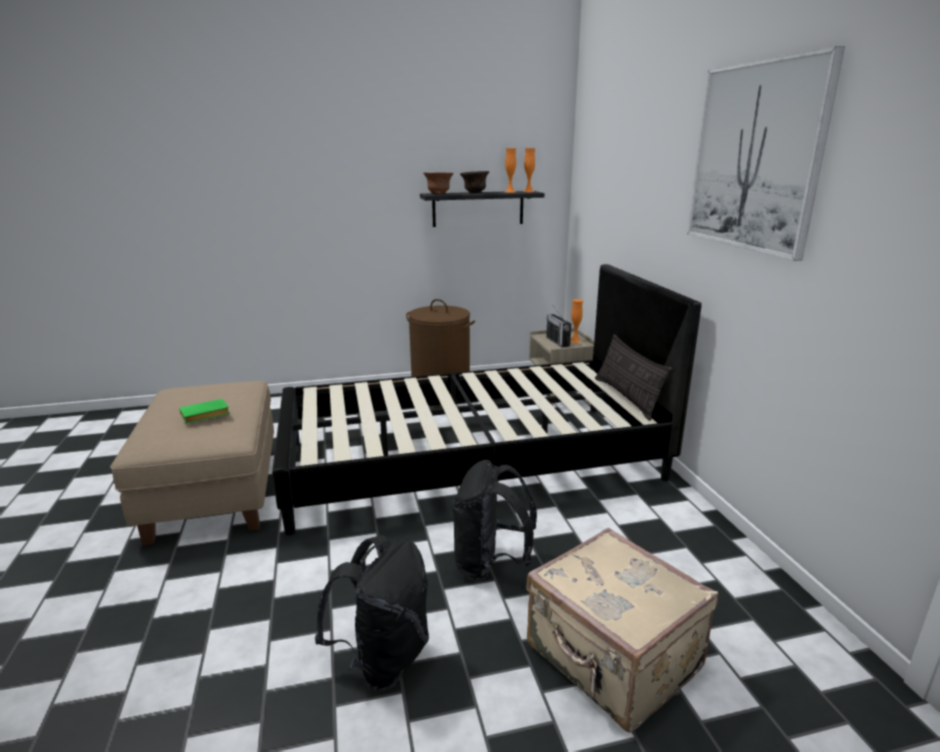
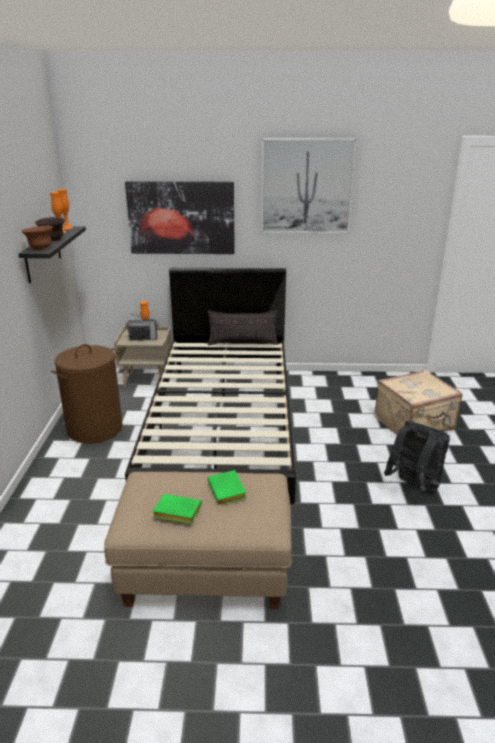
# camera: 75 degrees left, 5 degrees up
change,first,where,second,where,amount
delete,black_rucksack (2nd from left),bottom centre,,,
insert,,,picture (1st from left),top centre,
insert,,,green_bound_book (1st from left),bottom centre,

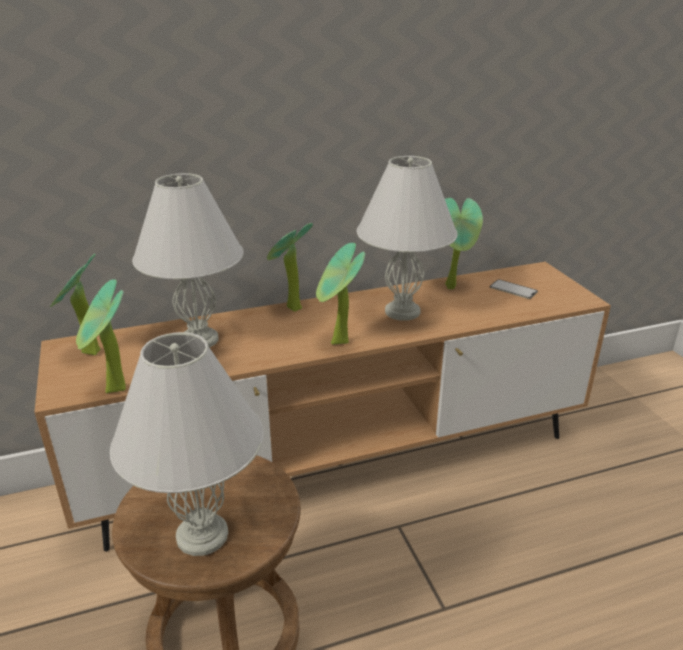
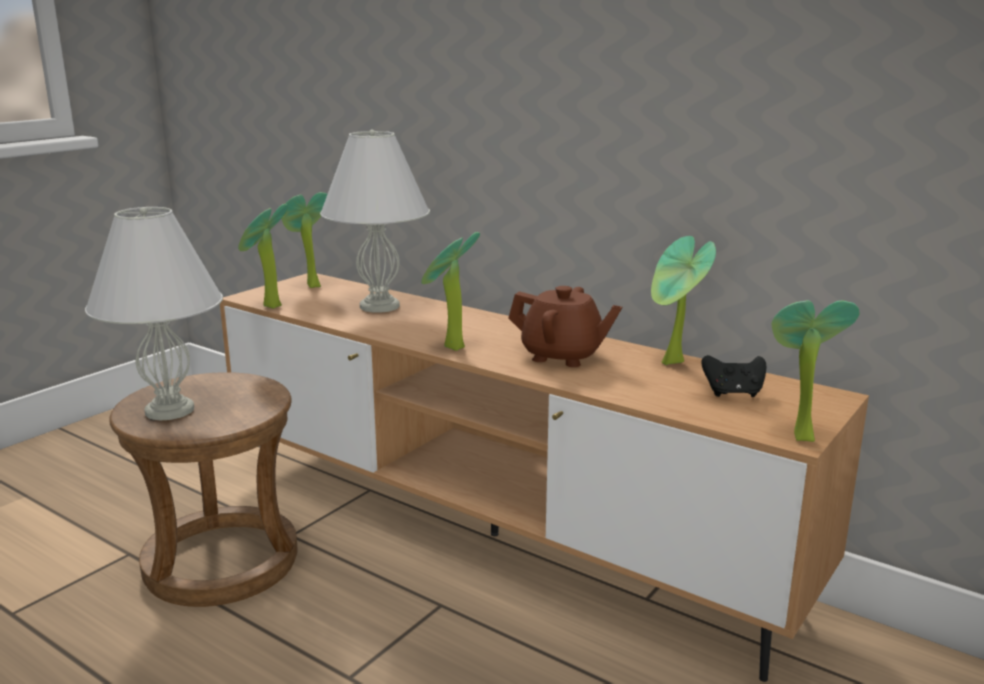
# camera: 55 degrees right, 10 degrees down
change,first,where,second,where,amount
move,plant_in_a_pot (3rd from left in the first image),centre,plant_in_a_pot (5th from left),middle right,
replace,white-coloured_tabletop_lamp (3rd from left),centre,brown-coloured_teapot,centre,
replace,handset,middle right,black_game_controller,middle right,

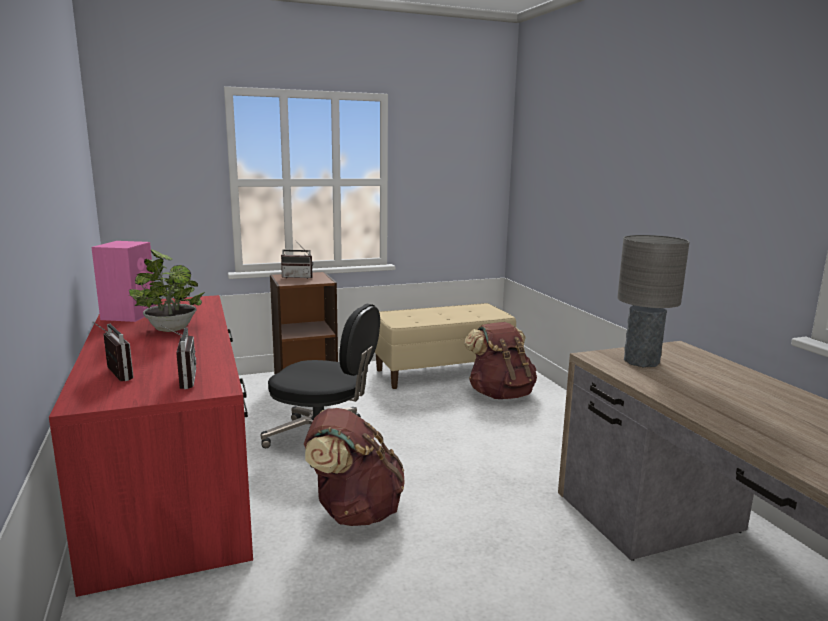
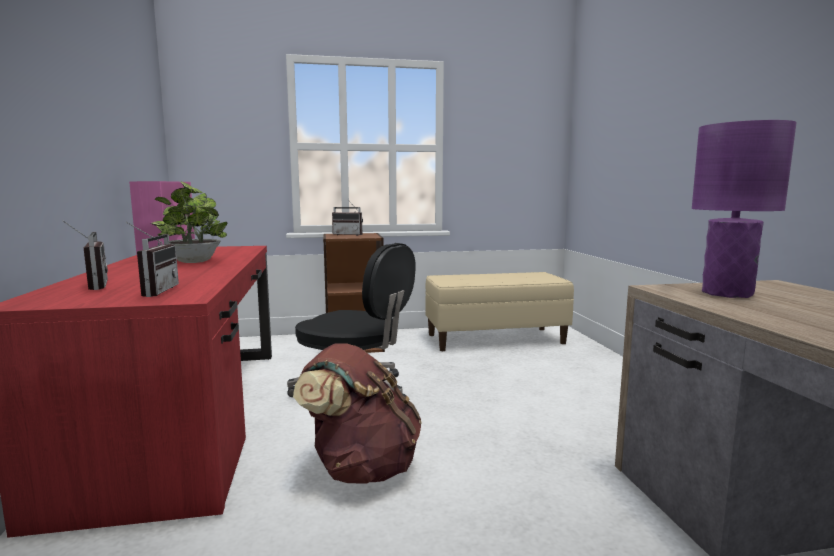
# camera: 10 degrees right, 5 degrees down
change,first,where,second,where,amount
delete,brown-coloured_rucksack (2nd from left),centre,,,
recolor,grey_tabletop_lamp,middle right,purple_tabletop_lamp,middle right,

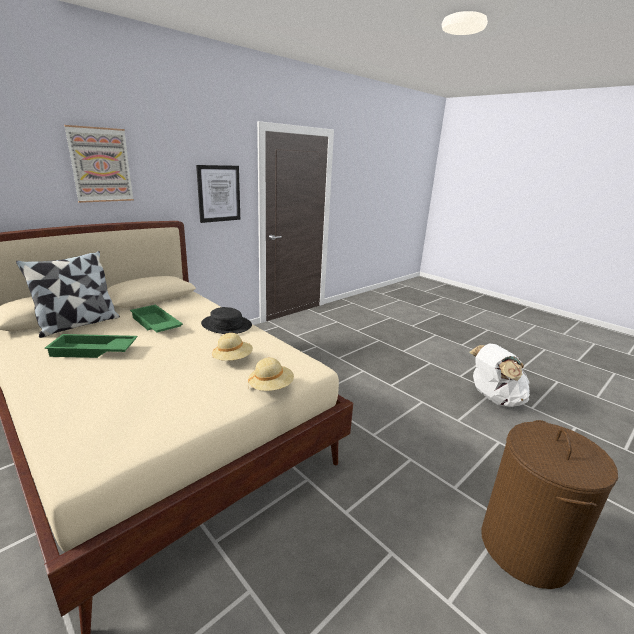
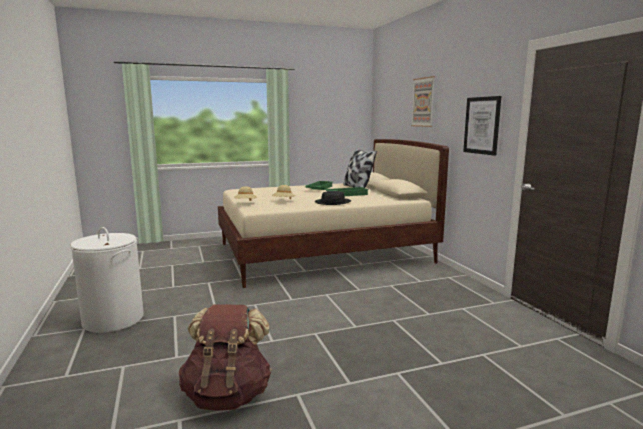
# camera: 115 degrees right, 10 degrees down
change,first,where,second,where,amount
recolor,white-coloured_rucksack,middle right,brown-coloured_rucksack,bottom centre,
recolor,brown-coloured_laundry_basket,bottom right,white-coloured_laundry_basket,middle left,

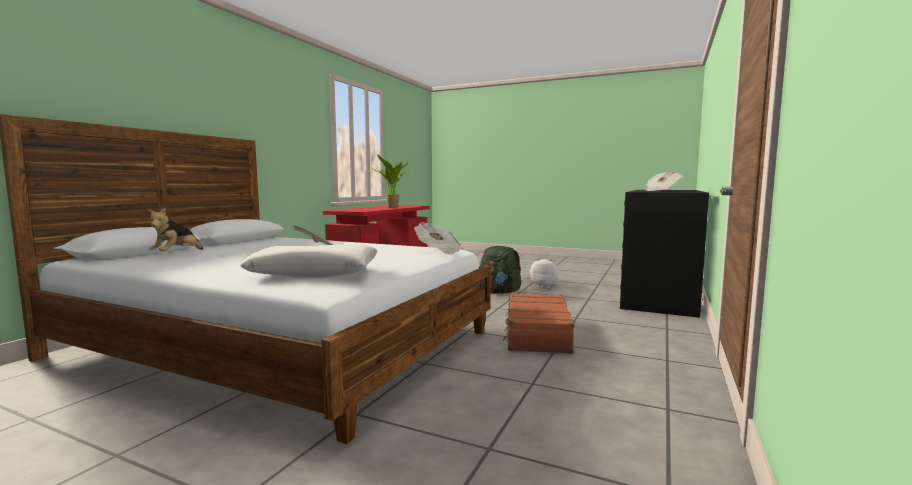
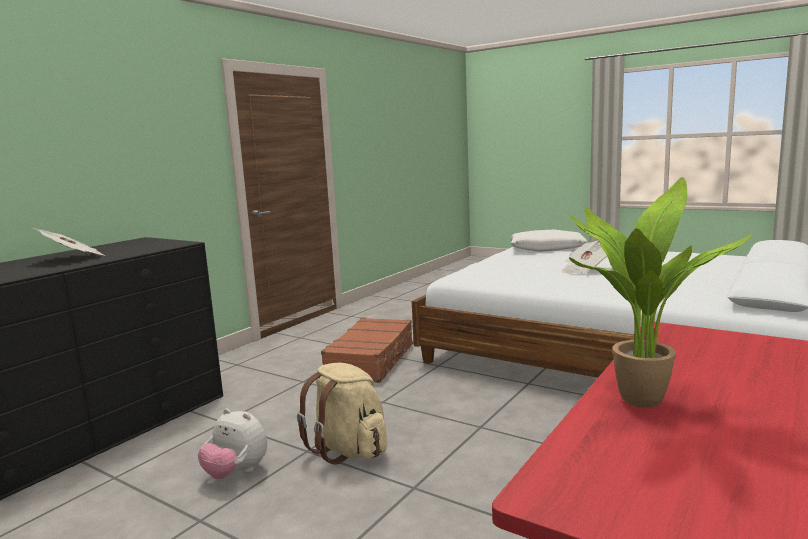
# camera: 170 degrees left, 5 degrees up
change,first,where,second,where,amount
delete,plush_toy (1st from left),middle left,,,
delete,printed_paper (2nd from left),centre,,,
recolor,green_rucksack,centre,beige_rucksack,bottom centre,

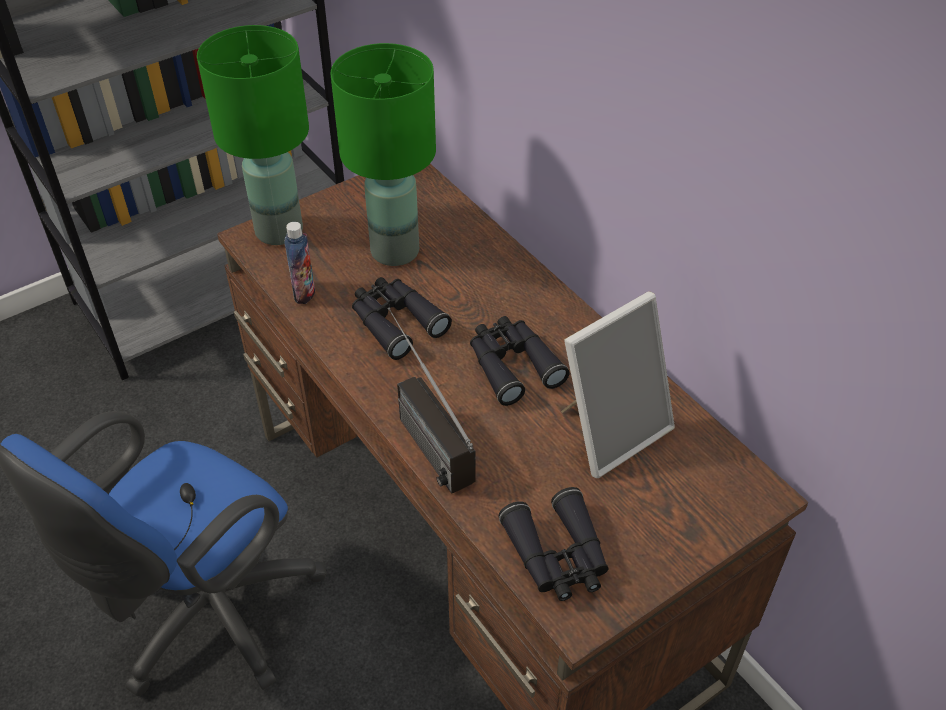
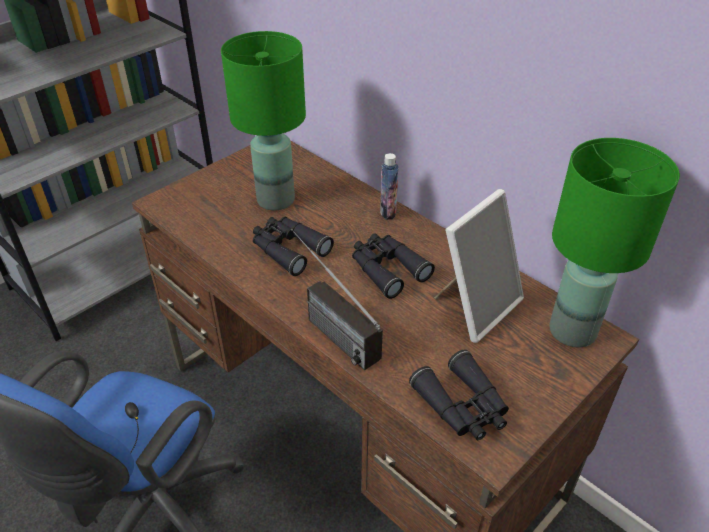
# camera: 10 degrees left, 5 degrees down
change,first,where,second,where,amount
move,green_tabletop_lamp (1st from left in the first image),top left,green_tabletop_lamp (2nd from left),middle right,
move,drink_bottle,middle left,,centre,

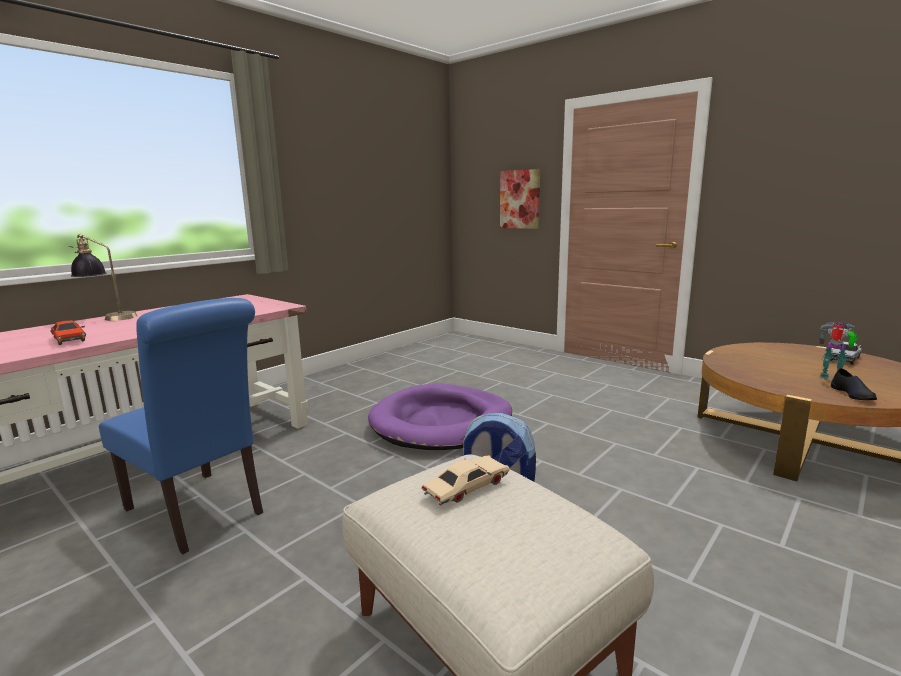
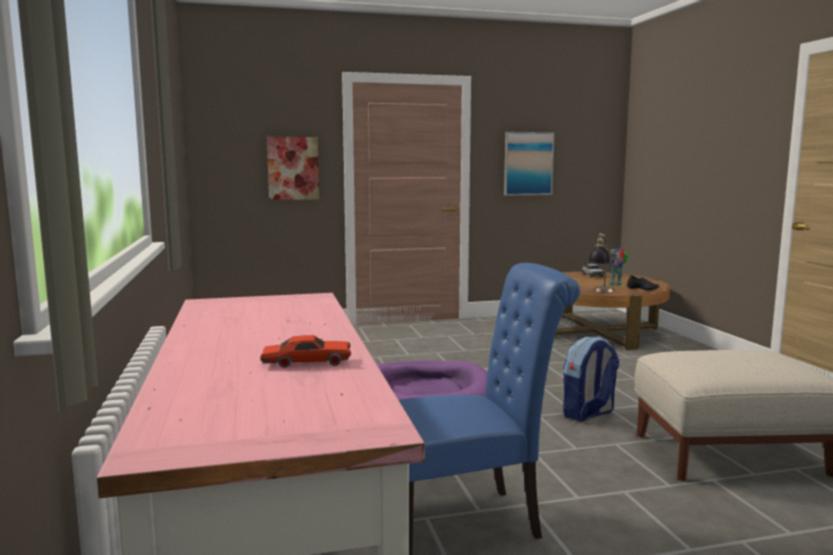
# camera: 55 degrees left, 5 degrees down
change,first,where,second,where,amount
delete,beige_model_car,bottom centre,,,
insert,,,picture (2nd from left),top centre,
move,tabletop_lamp,middle left,,middle right,

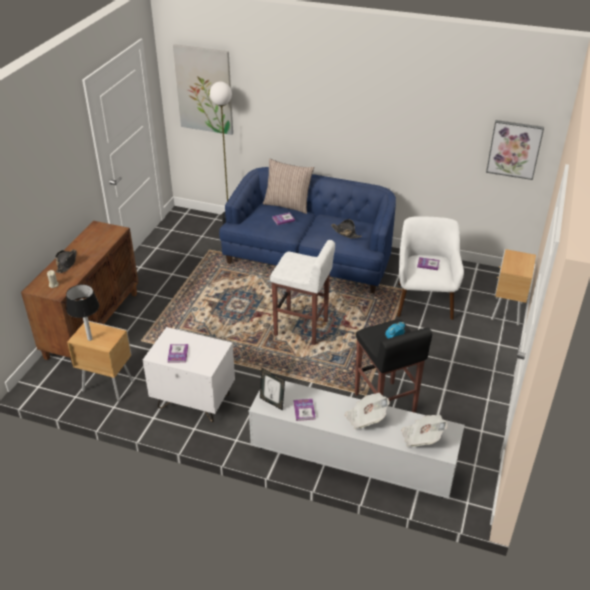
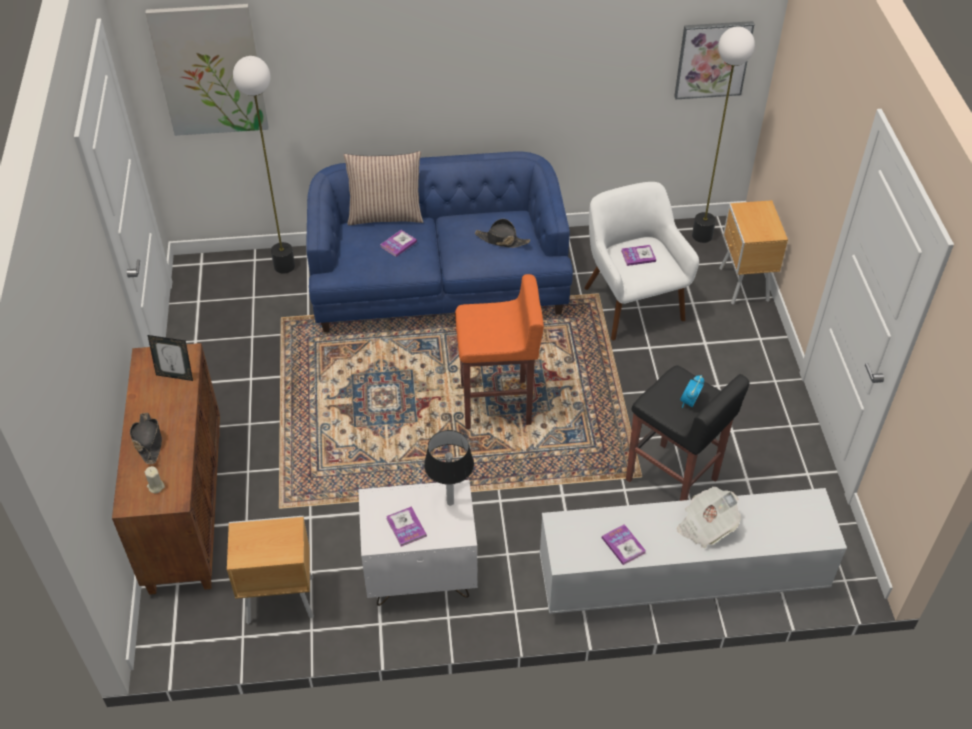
# camera: 25 degrees left, 10 degrees up
change,first,where,second,where,amount
delete,printed_paper (2nd from left),bottom right,,,
insert,,,floor_lamp (2nd from left),top right,
move,tabletop_lamp,middle left,,centre,
move,standing_frame,centre,,middle left,
recolor,white-coloured_stool,centre,orangey_stool,centre,

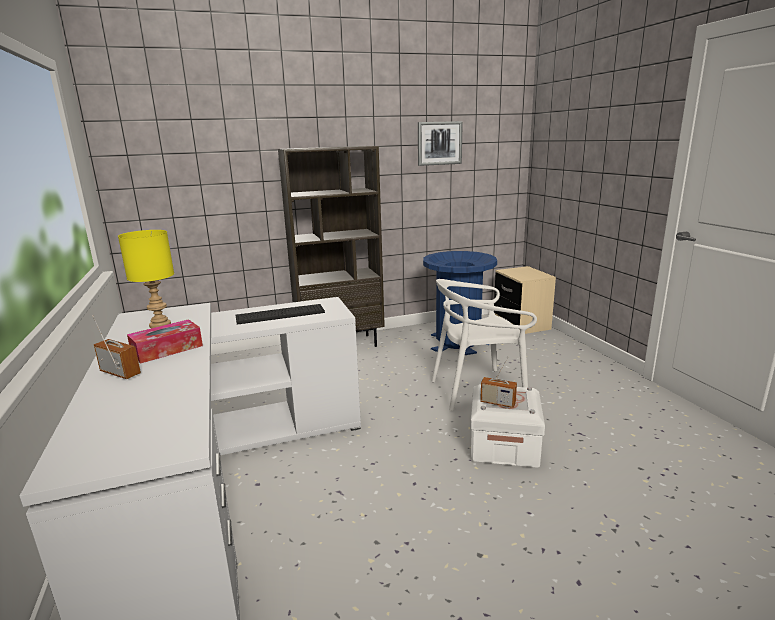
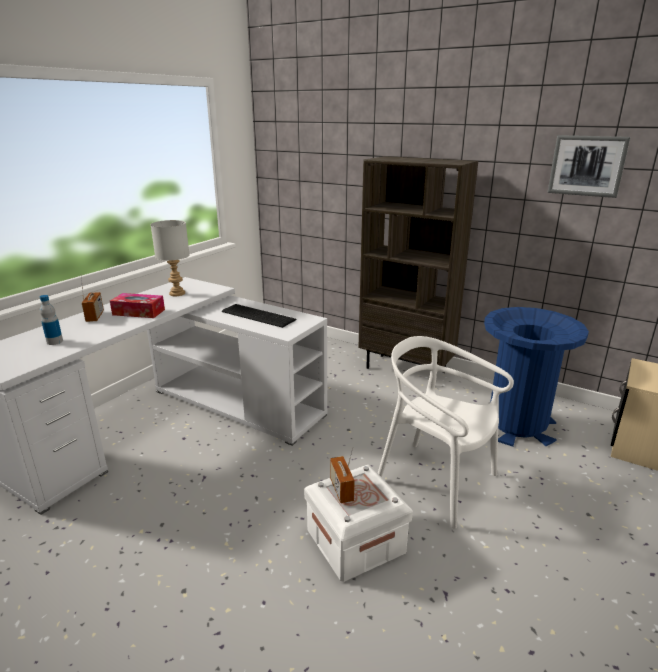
# camera: 50 degrees right, 5 degrees up
change,first,where,second,where,amount
insert,,,drink_bottle,middle left,
recolor,yellowish_tabletop_lamp,middle left,grey_tabletop_lamp,middle left,

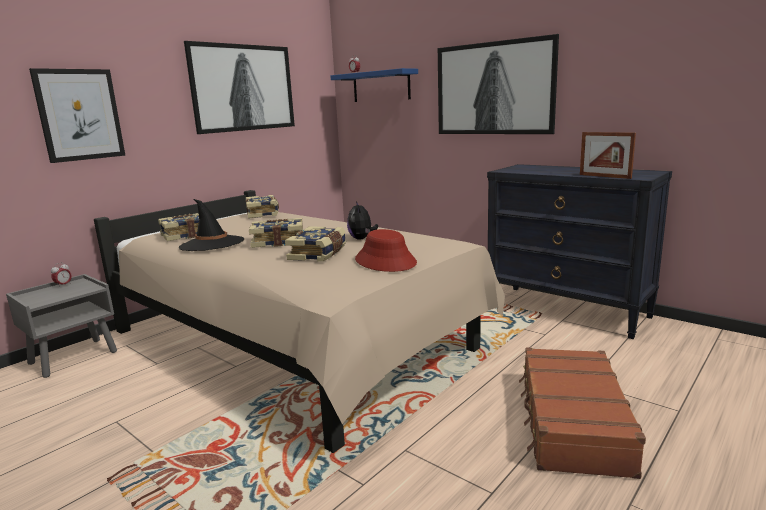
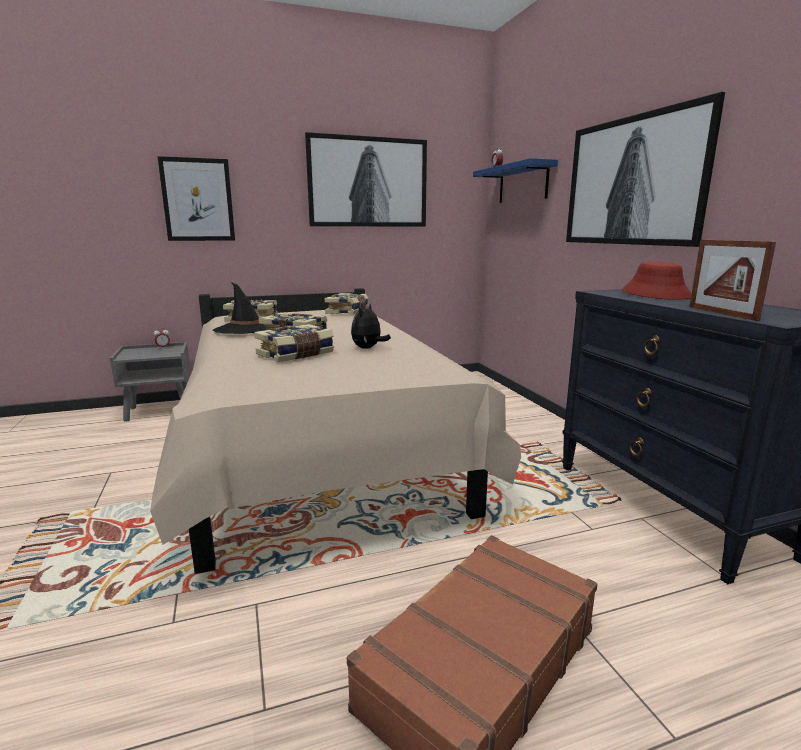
# camera: 30 degrees right, 0 degrees up
change,first,where,second,where,amount
move,red-coloured_hat,centre,,middle right,

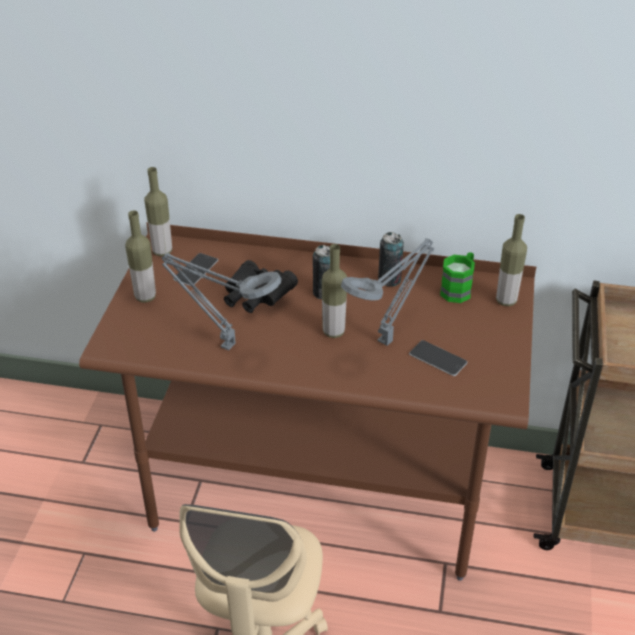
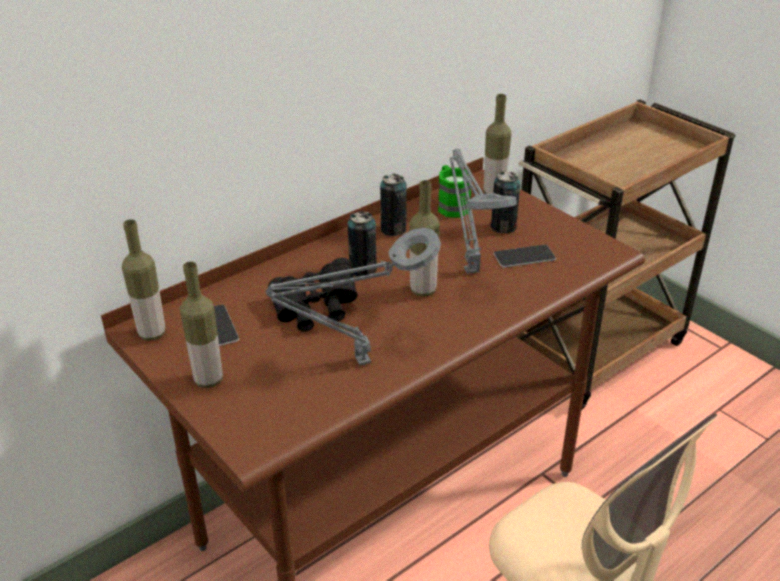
# camera: 50 degrees left, 5 degrees down
change,first,where,second,where,amount
insert,,,can (3rd from left),centre,

